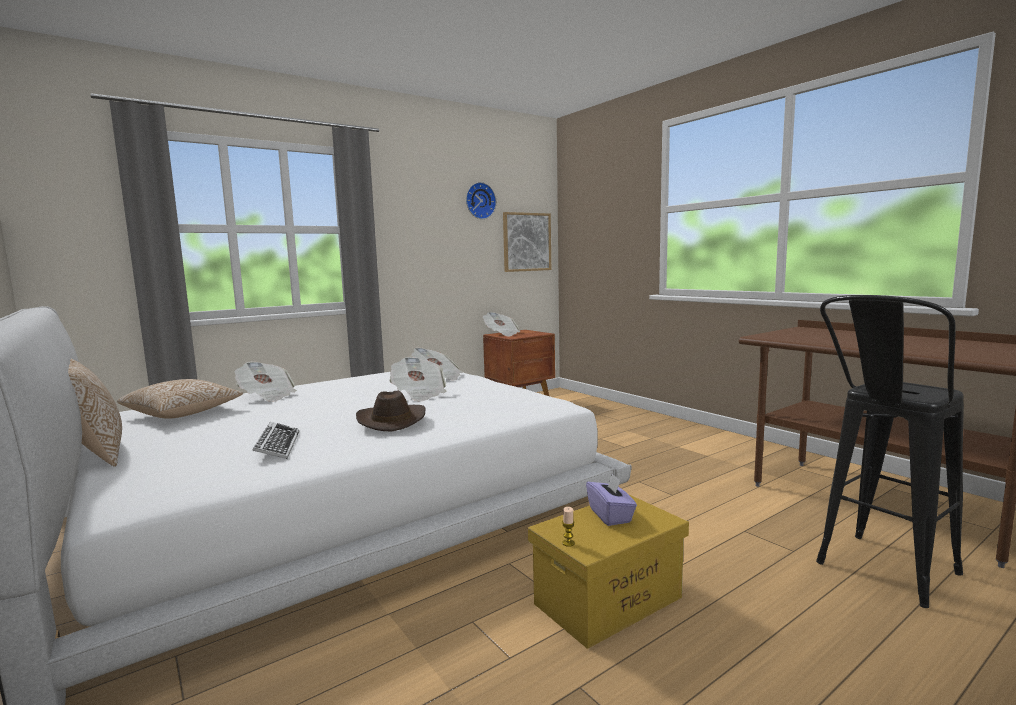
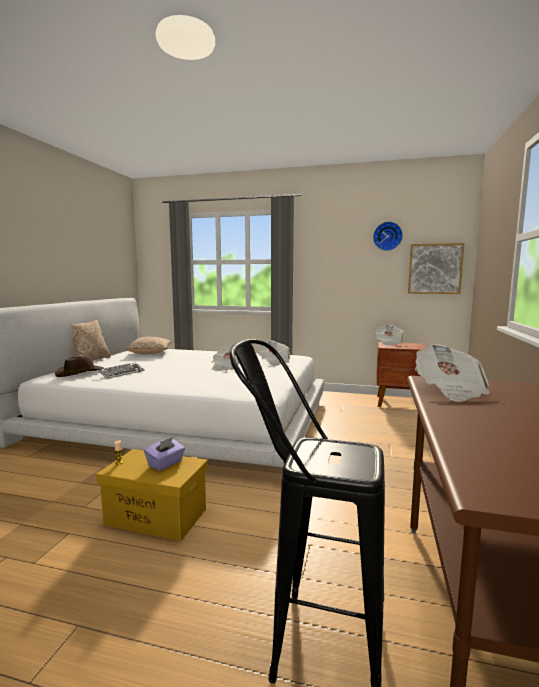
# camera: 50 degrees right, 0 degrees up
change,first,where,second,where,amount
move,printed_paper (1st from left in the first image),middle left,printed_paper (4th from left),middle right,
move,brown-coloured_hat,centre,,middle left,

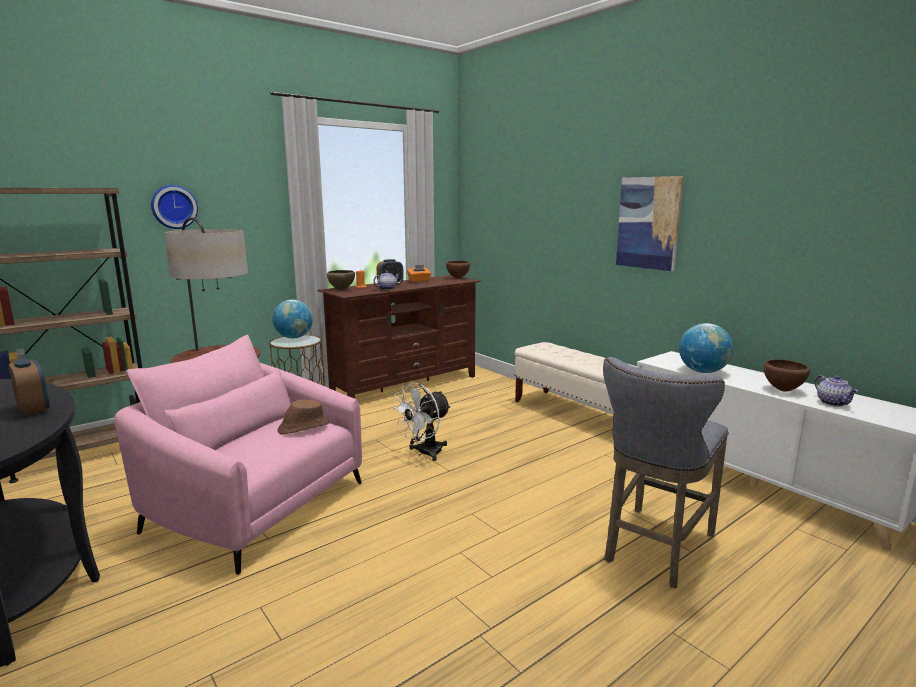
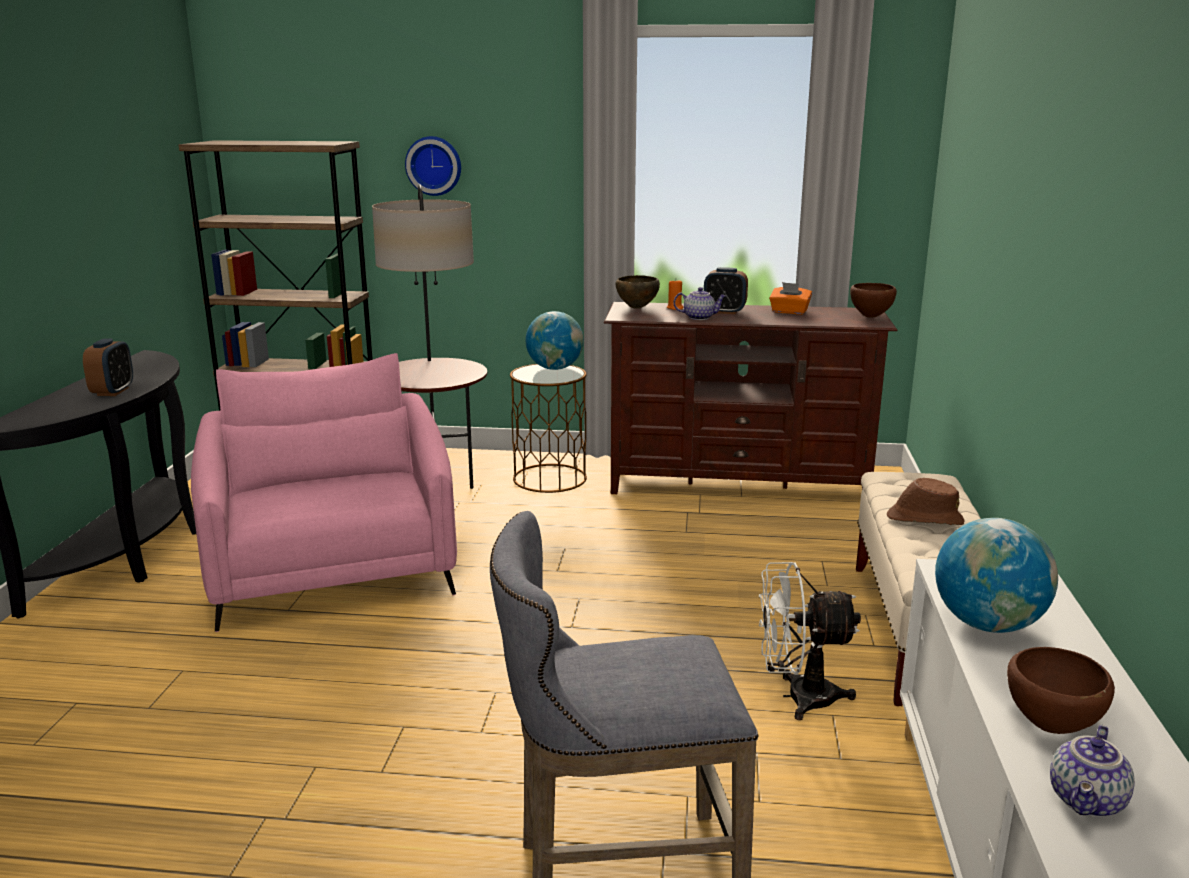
# camera: 45 degrees right, 5 degrees up
change,first,where,second,where,amount
delete,picture,top right,,,
move,brown-coloured_hat,middle left,,middle right,
move,white-coloured_electric_fan,centre,,bottom right,

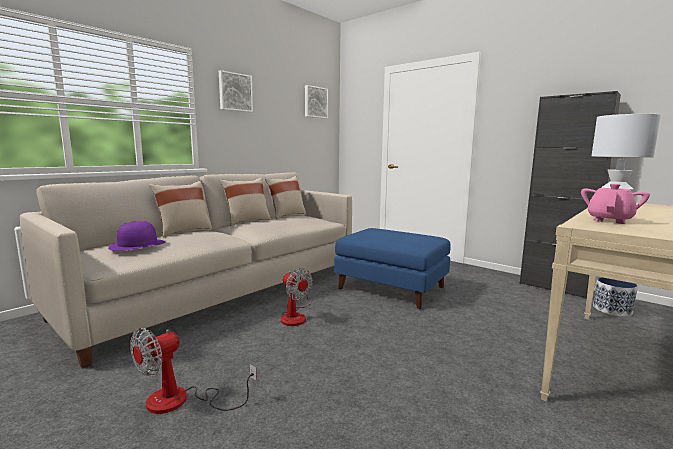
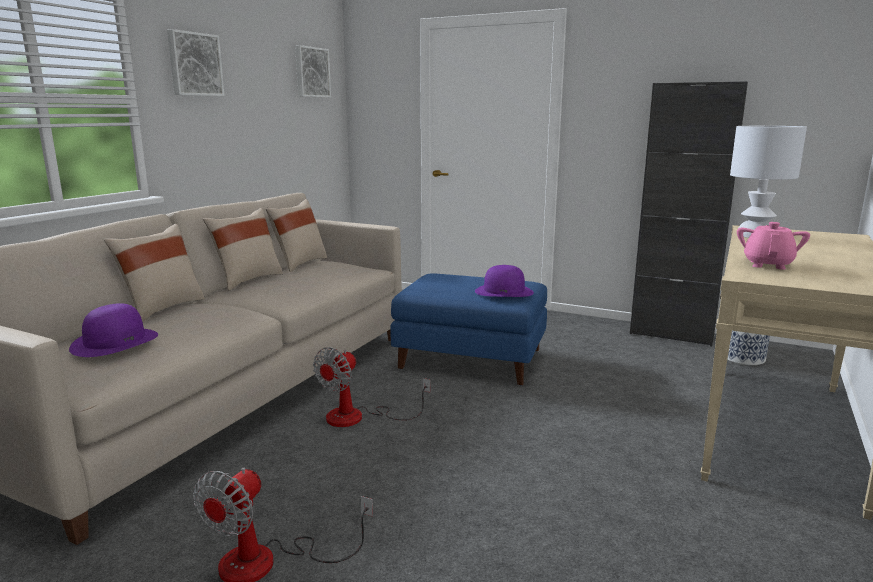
# camera: 15 degrees left, 5 degrees up
change,first,where,second,where,amount
insert,,,purple_hat (2nd from left),centre,
rotate,electric_fan (2nd from left),centre,,centre,90 degrees clockwise

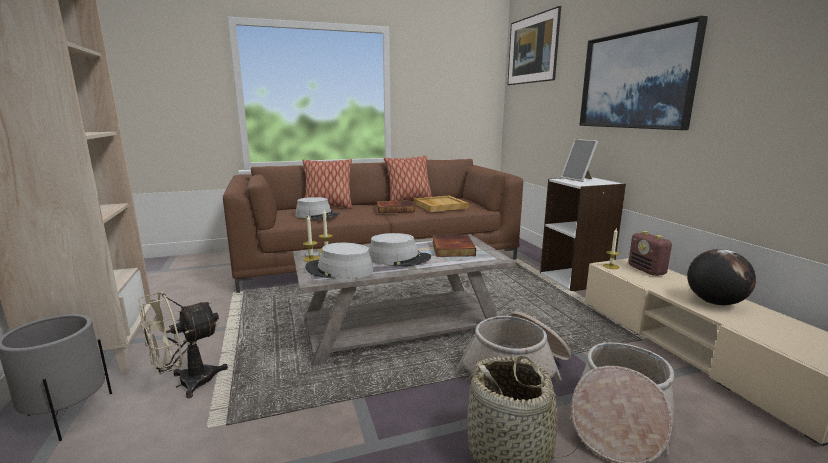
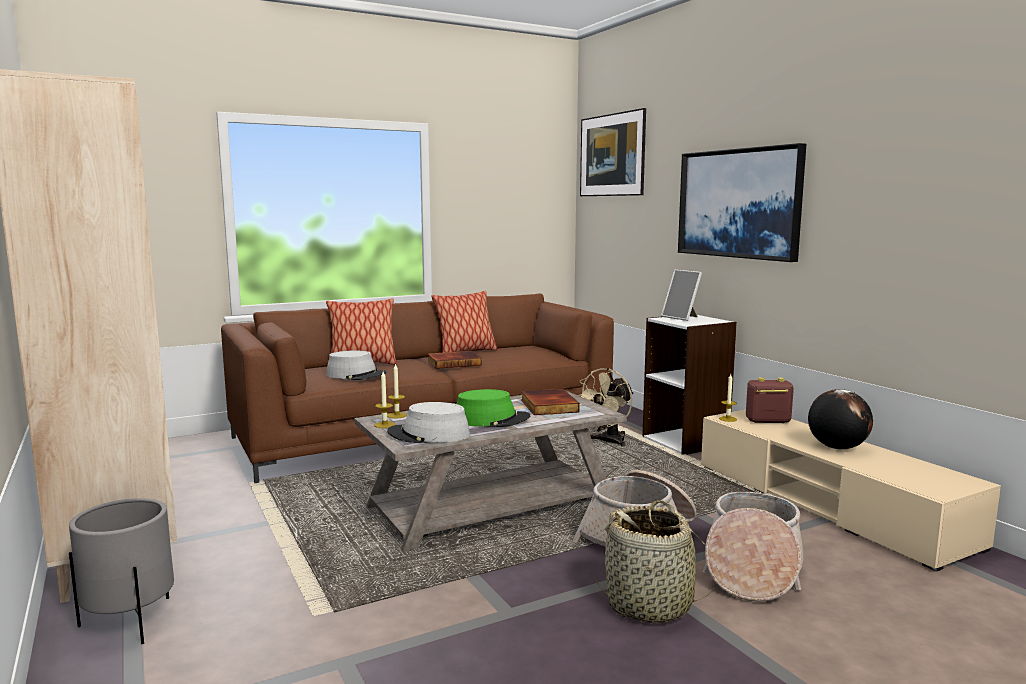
# camera: 10 degrees left, 5 degrees down
change,first,where,second,where,amount
delete,beige_tray,centre,,,
move,beige_electric_fan,bottom left,,centre,
recolor,grey_hat (3rd from left),centre,green_hat,centre,
rotate,radio,middle right,,middle right,120 degrees clockwise

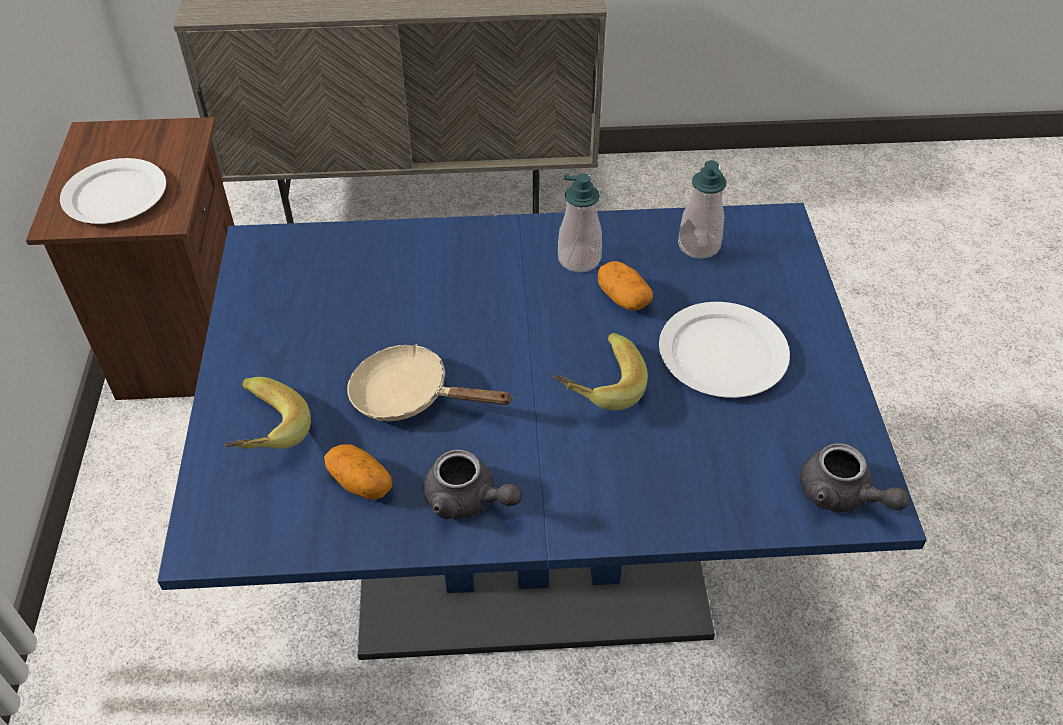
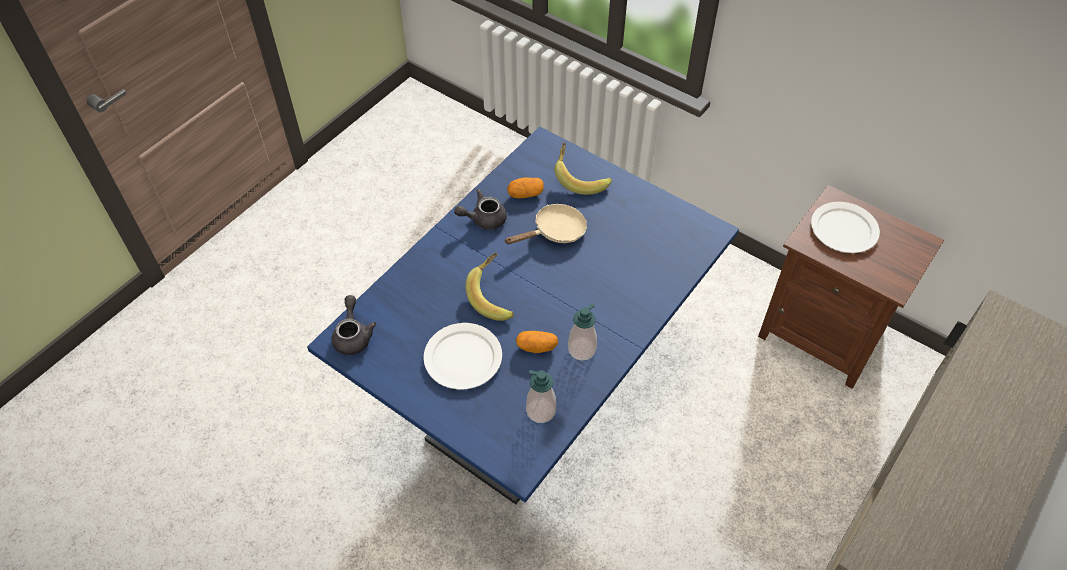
# camera: 130 degrees right, 5 degrees up
change,first,where,second,where,amount
rotate,grey_teapot (2nd from left in the first image),middle right,grey_teapot (1st from left),middle left,90 degrees clockwise

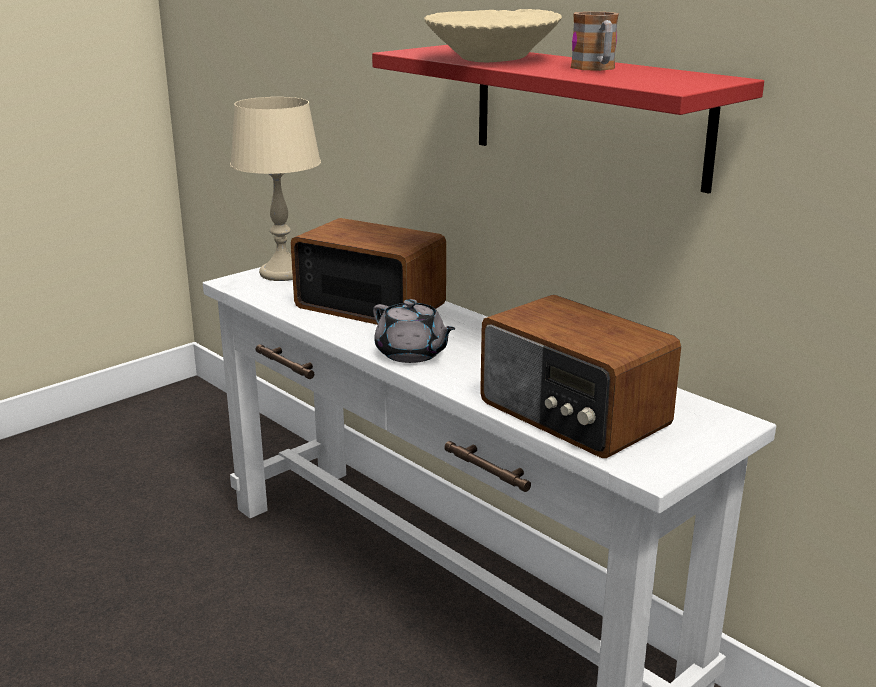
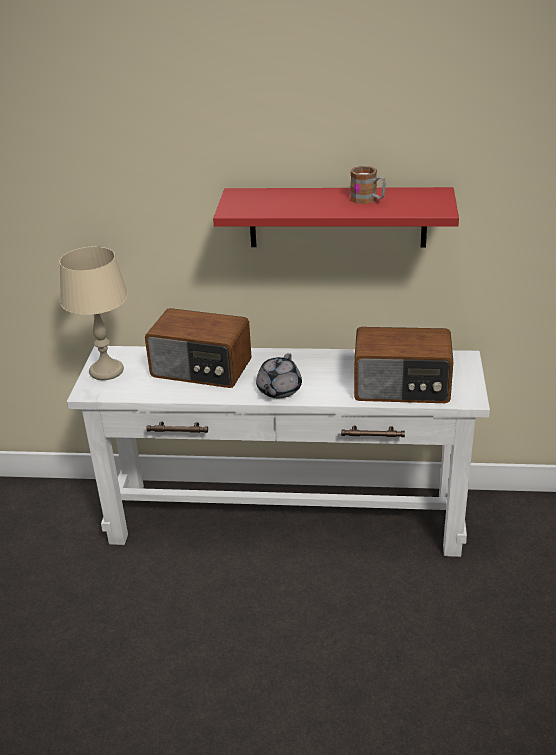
# camera: 40 degrees left, 10 degrees up
change,first,where,second,where,amount
delete,beige_serving_bowl,top centre,,,
rotate,radio (1st from left),centre,,centre,150 degrees counterclockwise
rotate,grey_teapot,centre,,centre,105 degrees clockwise

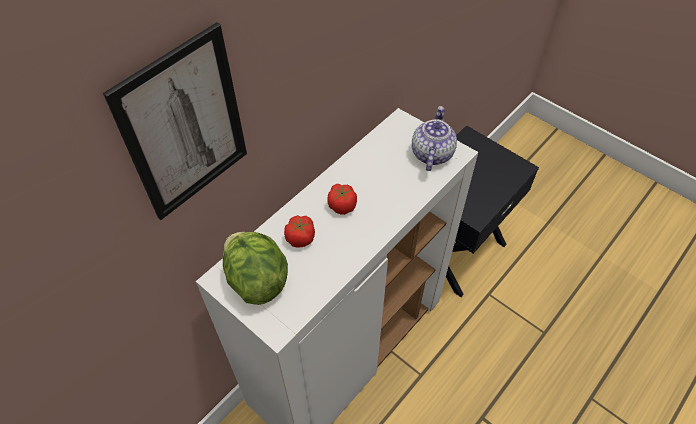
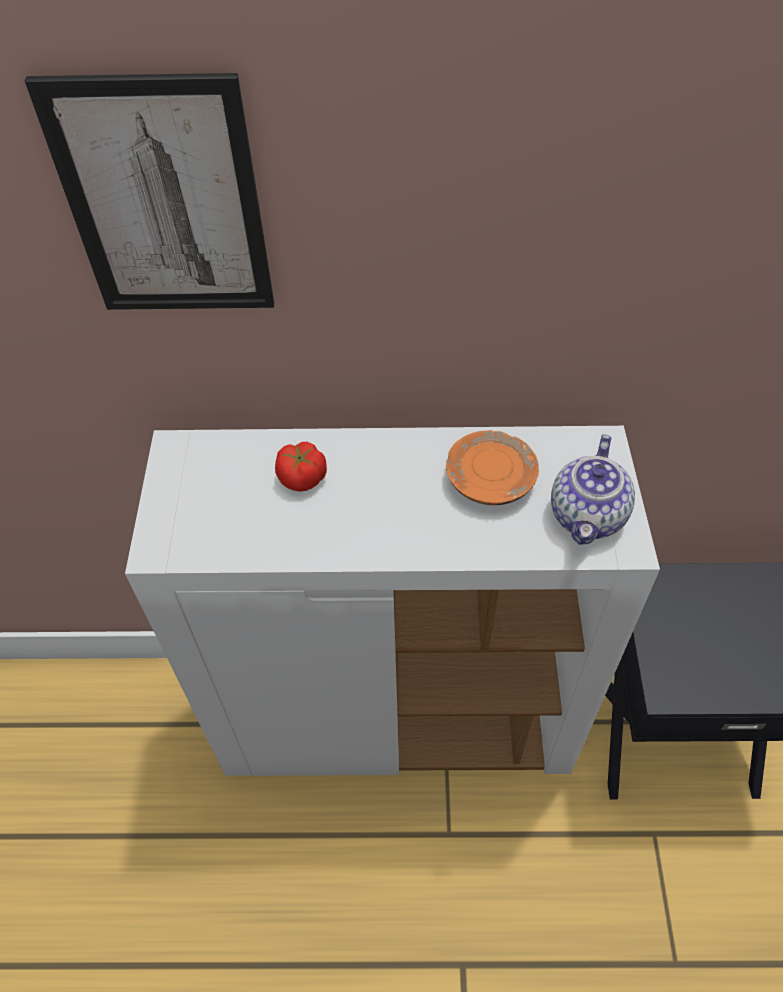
# camera: 50 degrees right, 0 degrees up
change,first,where,second,where,amount
delete,lettuce_head,centre,,,
delete,tomato (2nd from left),centre,,,
insert,,,orangey_flat_dish,centre,
rotate,teapot,top centre,,middle right,135 degrees clockwise

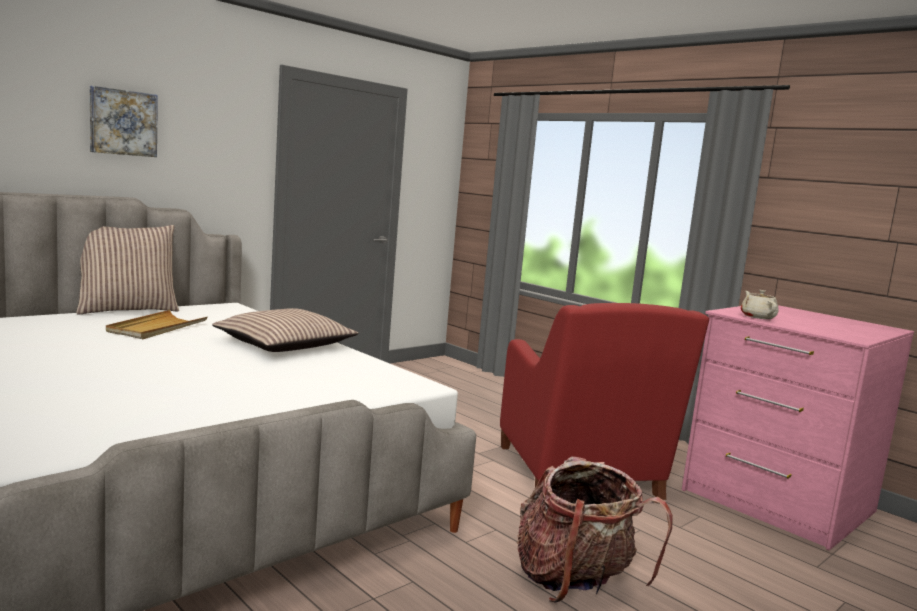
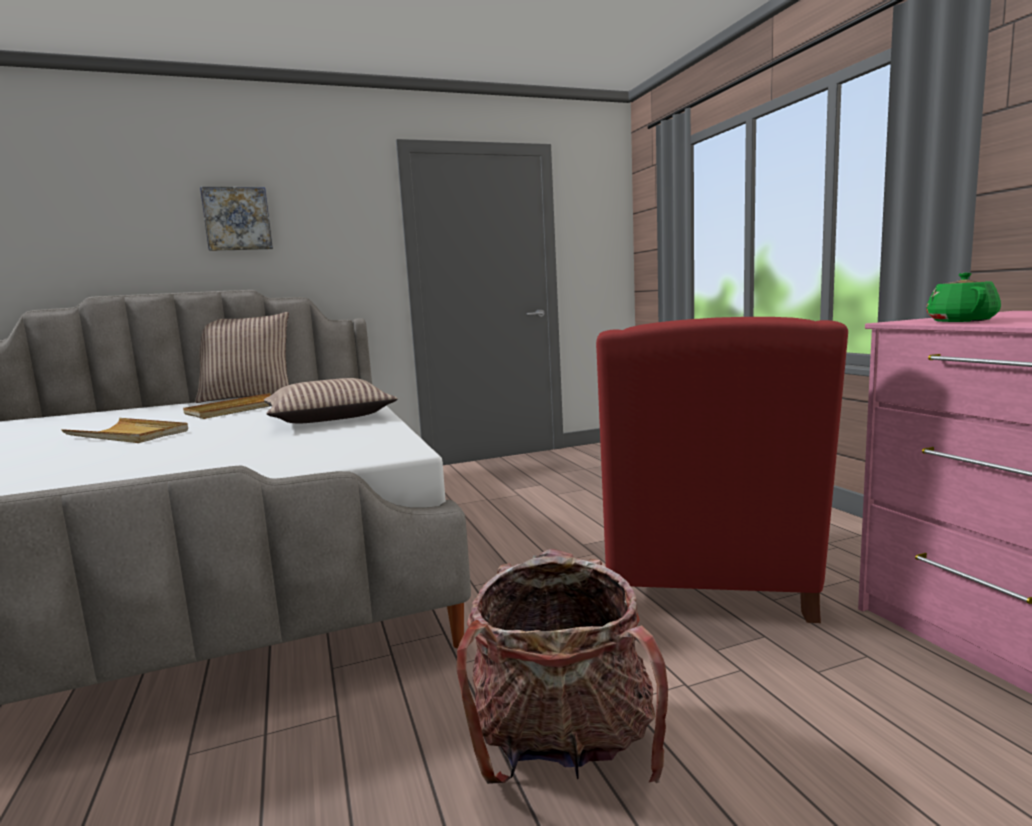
# camera: 25 degrees right, 0 degrees up
change,first,where,second,where,amount
insert,,,beige_tray (1st from left),middle left,
recolor,beige_teapot,middle right,green_teapot,middle right,

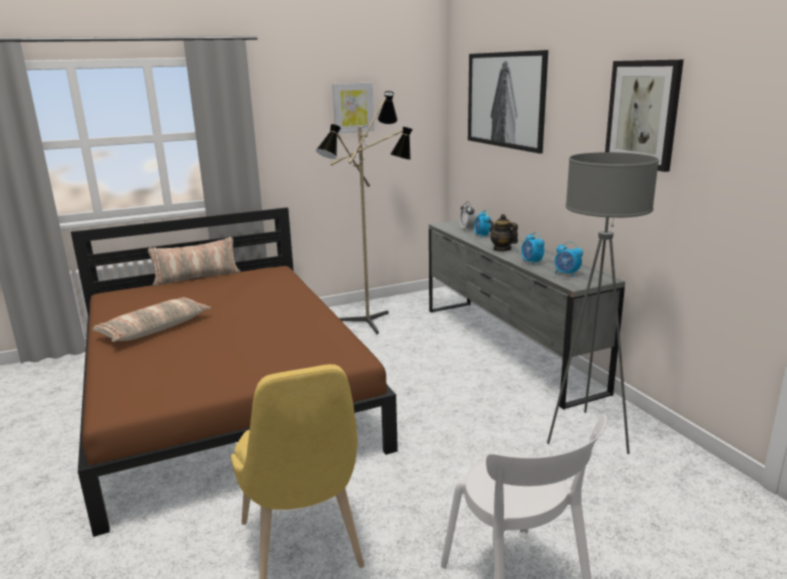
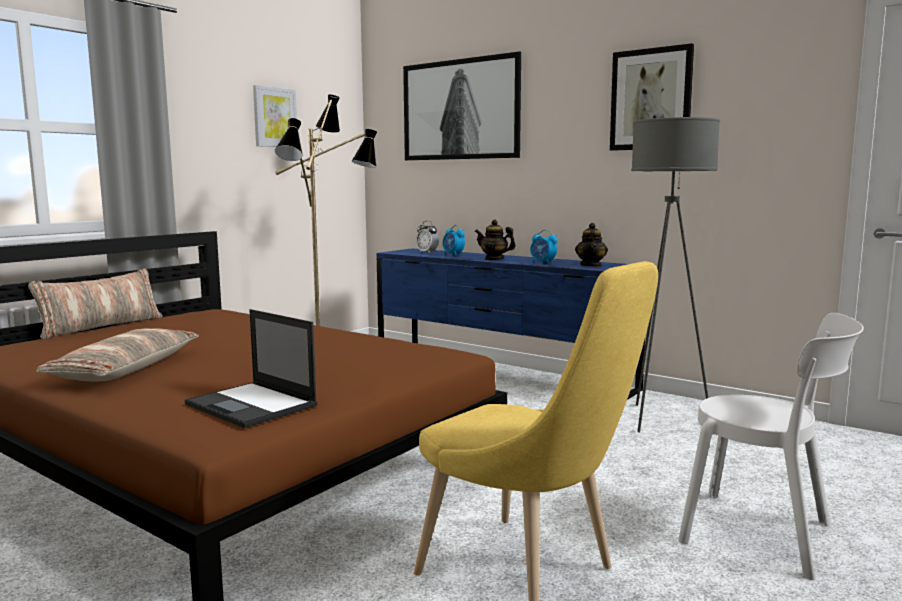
# camera: 30 degrees left, 10 degrees down
change,first,where,second,where,amount
insert,,,portable_computer,middle left,
replace,bedside_clock (4th from left),middle right,teapot (2nd from left),centre,
recolor,grey_chest_of_drawers,middle right,blue_chest_of_drawers,centre,

